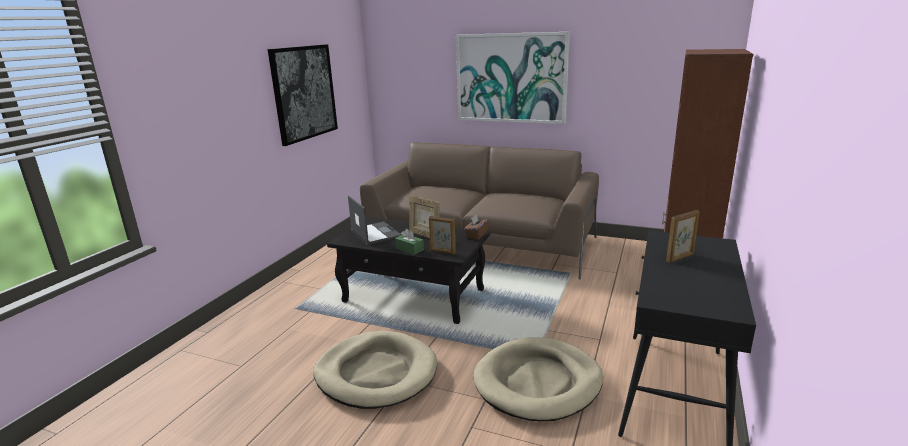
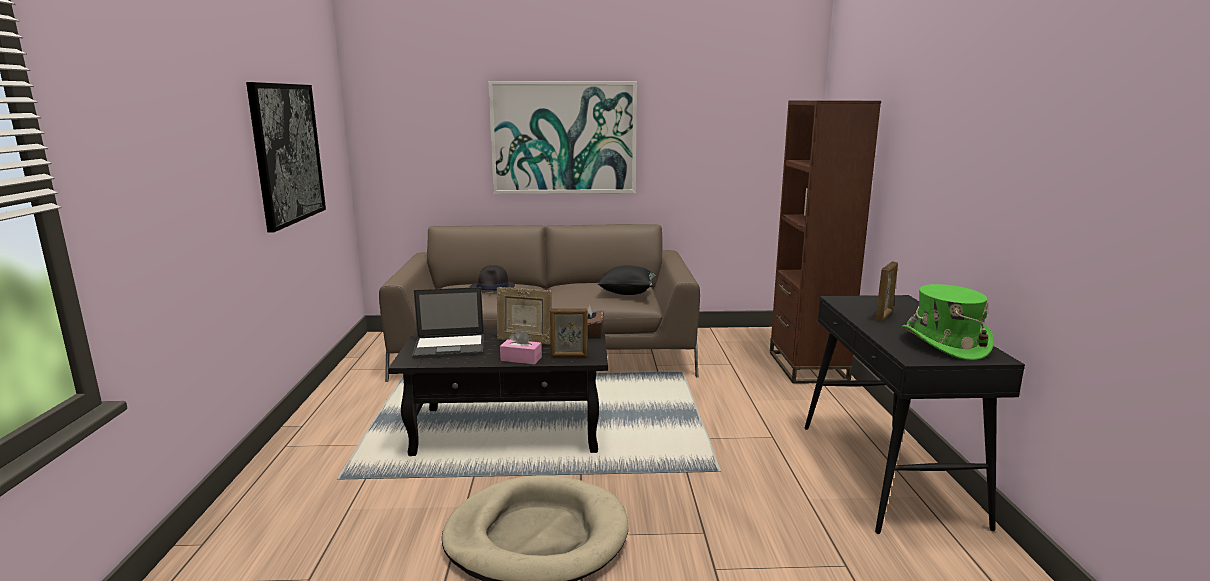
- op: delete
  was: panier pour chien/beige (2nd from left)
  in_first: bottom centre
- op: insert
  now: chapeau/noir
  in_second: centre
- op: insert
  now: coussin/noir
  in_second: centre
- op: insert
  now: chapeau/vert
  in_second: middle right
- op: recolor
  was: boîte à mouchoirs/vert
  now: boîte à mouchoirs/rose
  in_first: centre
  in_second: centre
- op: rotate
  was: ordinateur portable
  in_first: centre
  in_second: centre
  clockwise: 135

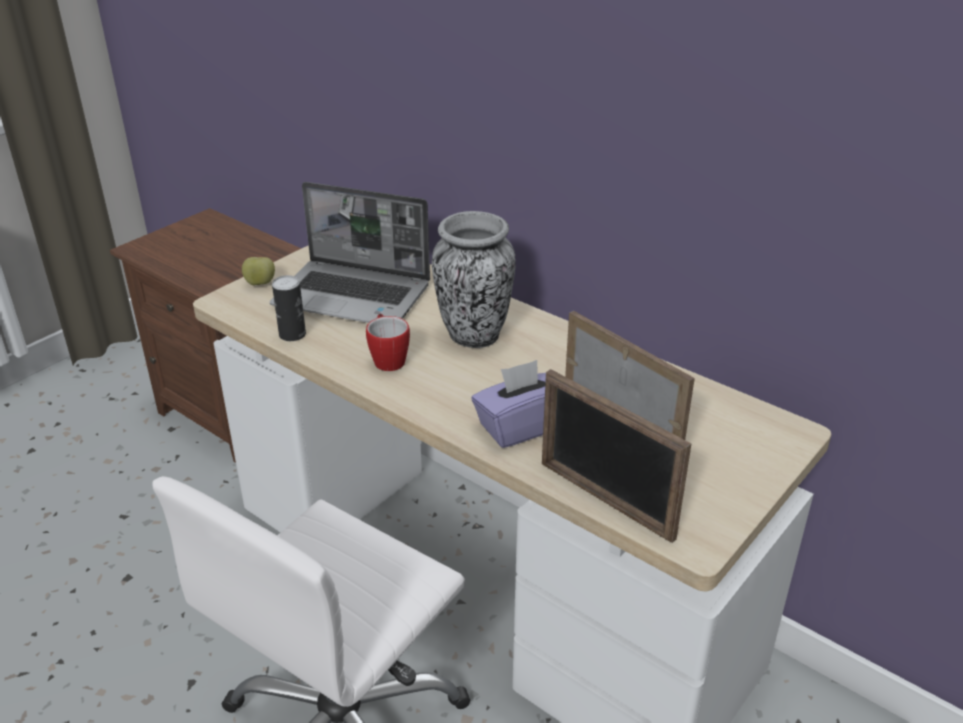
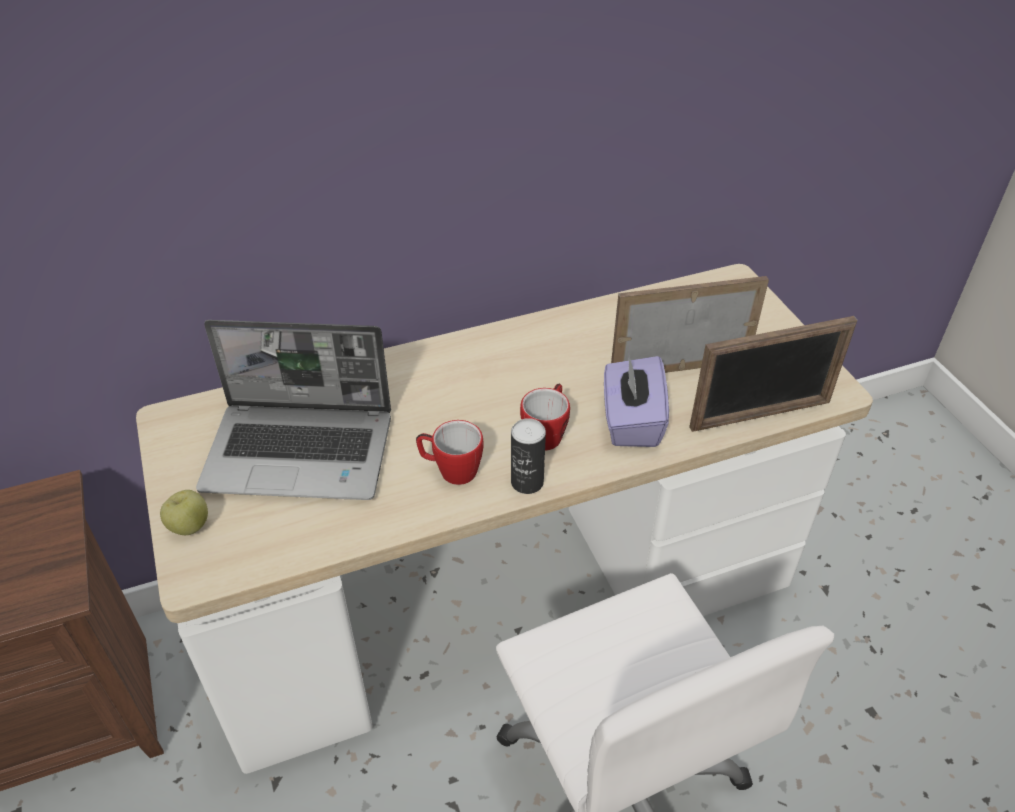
- op: delete
  was: vase
  in_first: centre
- op: insert
  now: mug (2nd from left)
  in_second: centre
- op: move
  was: boîte métallique
  in_first: middle left
  in_second: centre
- op: rotate
  was: ordinateur portable
  in_first: centre
  in_second: middle left
  clockwise: 45

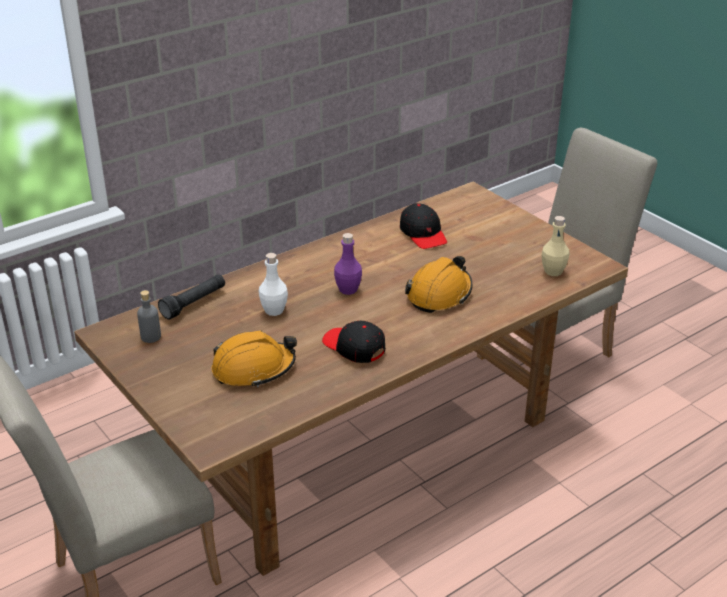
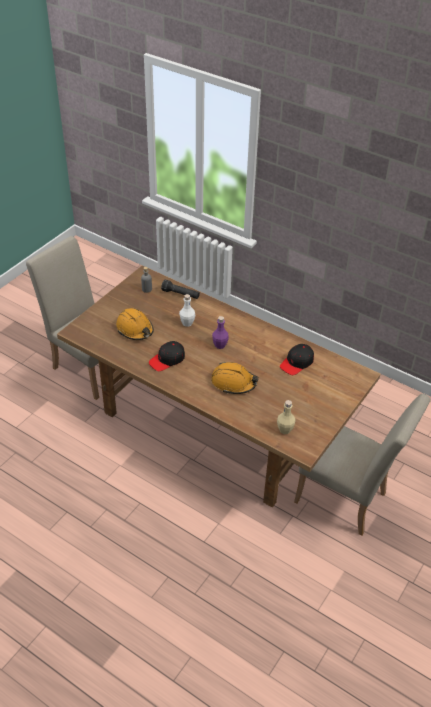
- op: rotate
  was: casquette/noir (1st from left)
  in_first: centre
  in_second: centre
  clockwise: -150

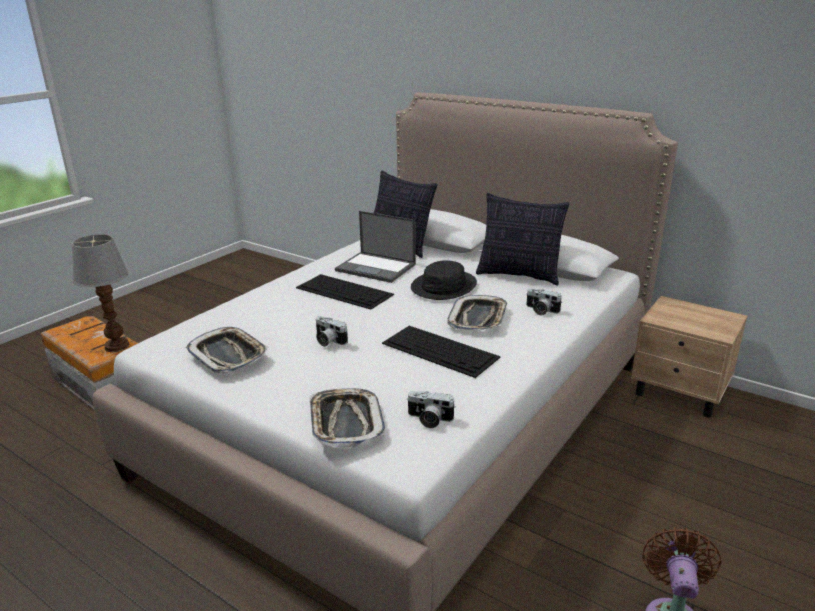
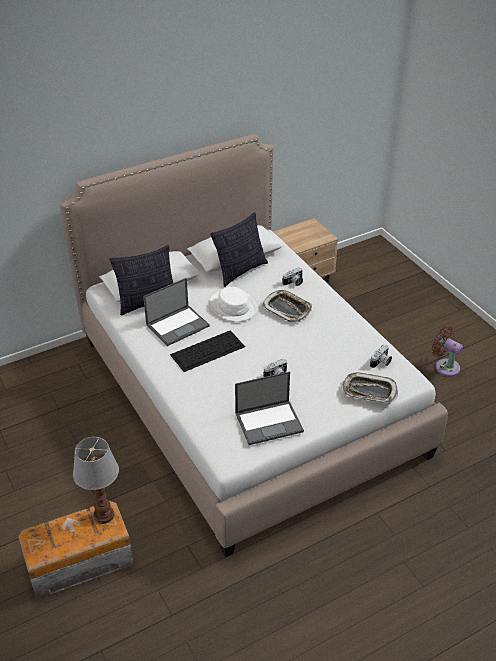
- op: delete
  was: clavier (2nd from left)
  in_first: centre
- op: replace
  was: plateau (1st from left)
  now: ordinateur portable (2nd from left)
  in_first: middle left
  in_second: centre
- op: recolor
  was: chapeau/noir
  now: chapeau/blanc
  in_first: centre
  in_second: centre

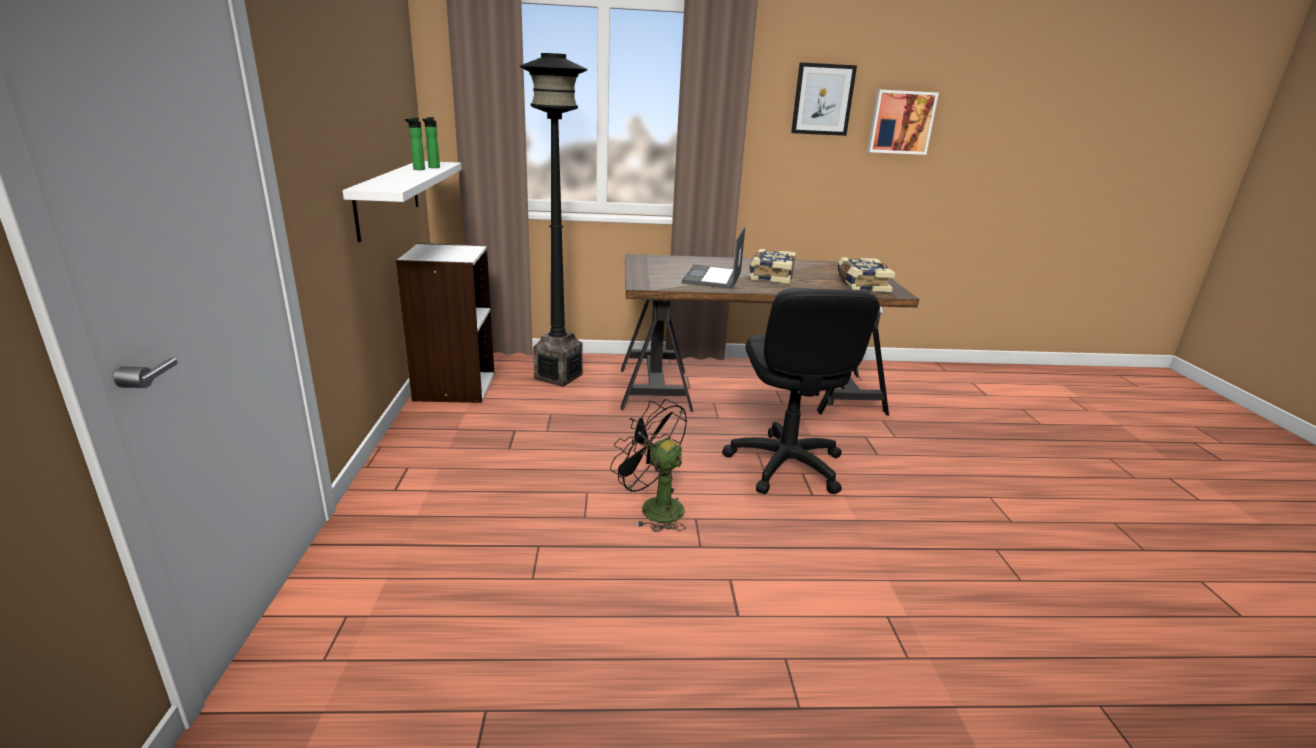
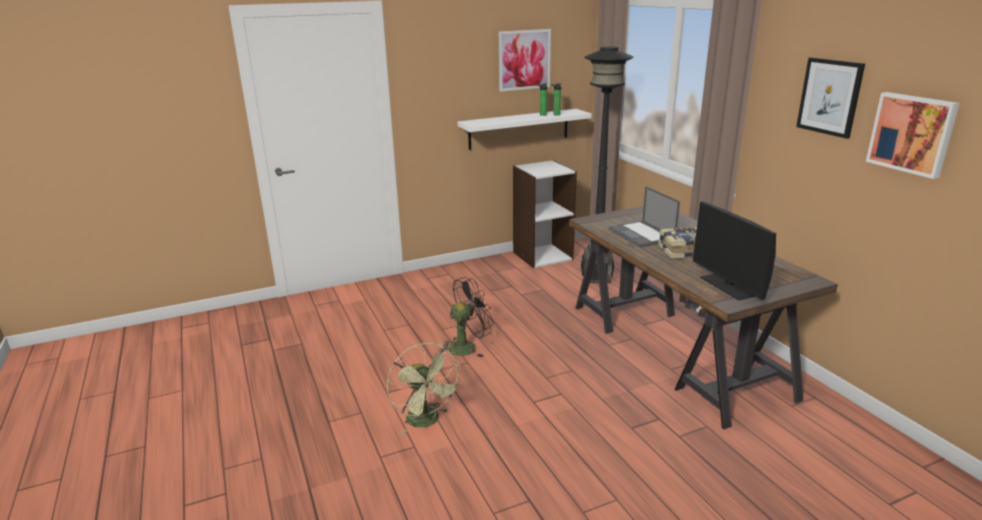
- op: delete
  was: chaise de bureau/noir
  in_first: centre
- op: insert
  now: ventilateur/vert
  in_second: bottom centre
- op: insert
  now: tableau (1st from left)
  in_second: top centre
- op: replace
  was: livre (2nd from left)
  now: écran d'ordinateur
  in_first: centre
  in_second: middle right
- op: rotate
  was: ventilateur/noir
  in_first: centre
  in_second: centre
  clockwise: 45
- op: rotate
  was: ordinateur portable
  in_first: centre
  in_second: centre
  clockwise: -105

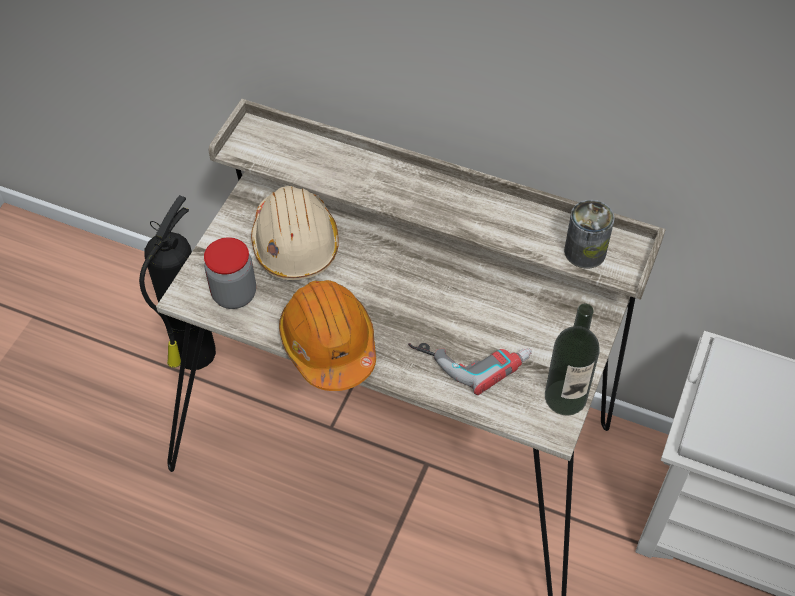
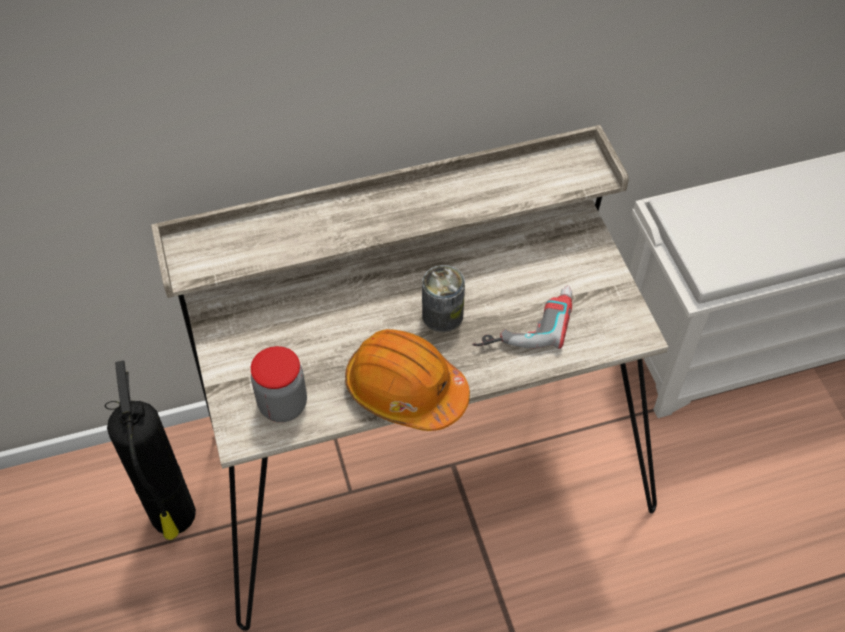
- op: delete
  was: casque de chantier/beige
  in_first: centre
- op: delete
  was: bouteille
  in_first: middle right
- op: move
  was: boîte métallique
  in_first: middle right
  in_second: centre

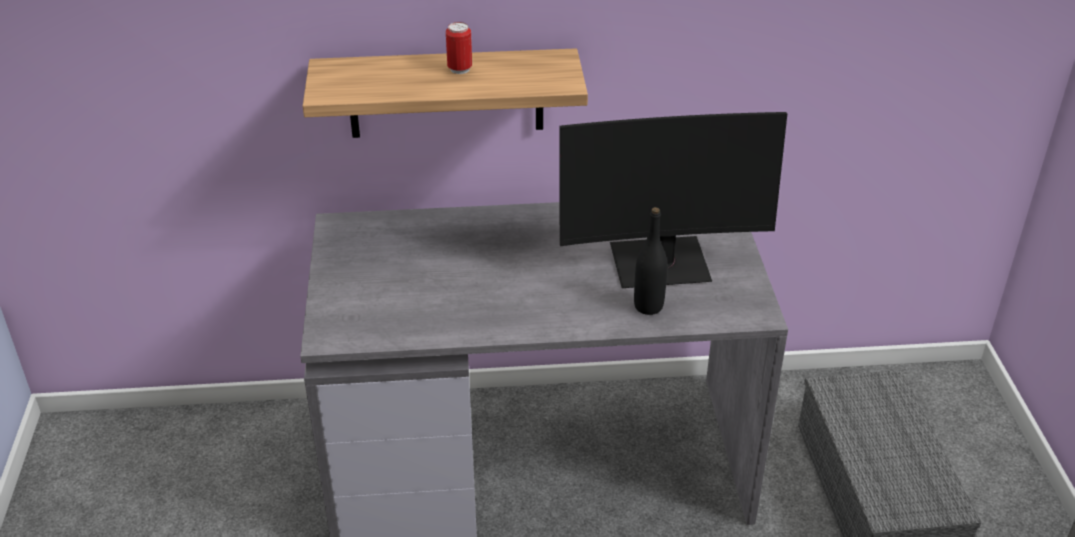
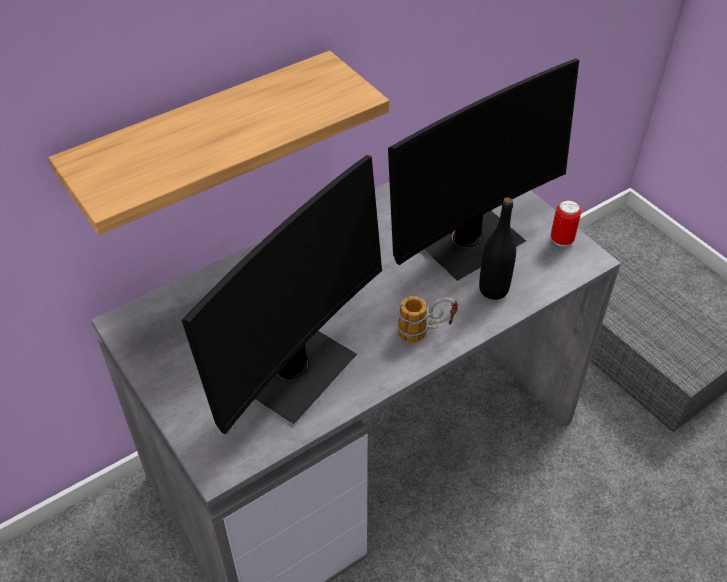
- op: insert
  now: écran d'ordinateur (1st from left)
  in_second: centre
- op: insert
  now: mug
  in_second: centre
- op: move
  was: boîte métallique
  in_first: top centre
  in_second: middle right

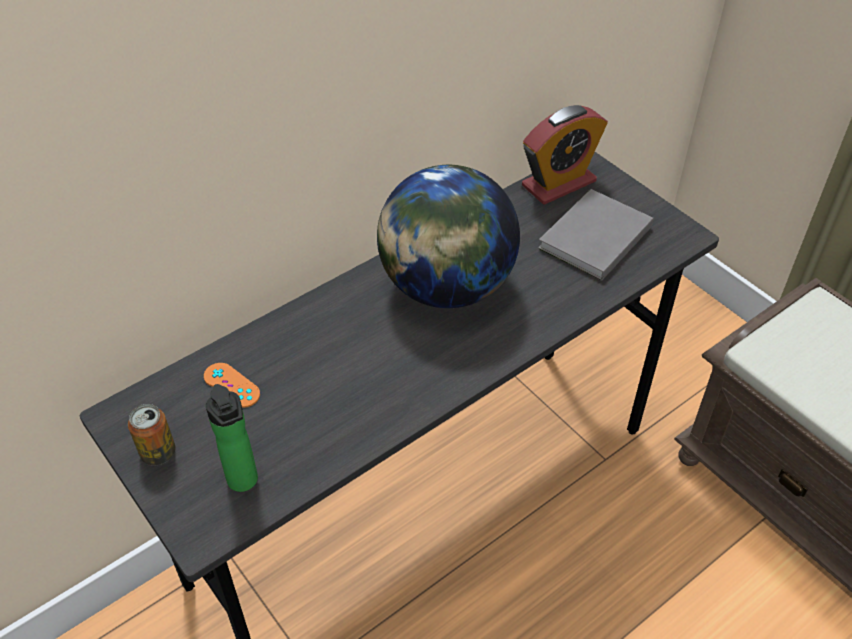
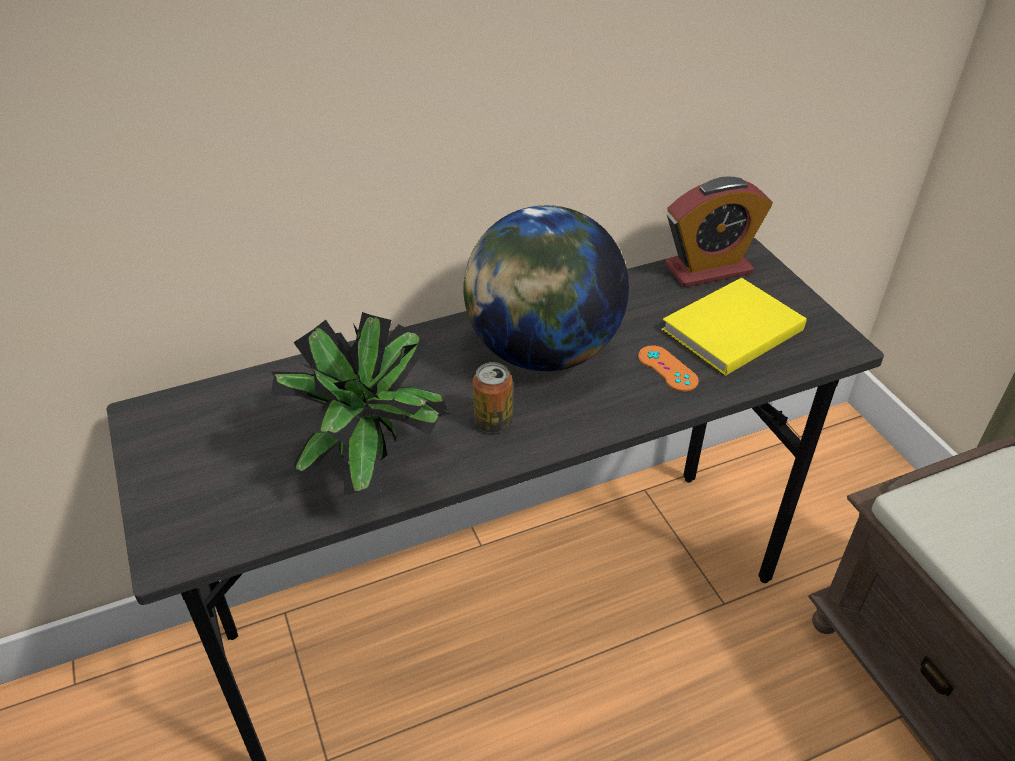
- op: delete
  was: bouteille
  in_first: bottom left
- op: insert
  now: plante en pot
  in_second: centre
- op: move
  was: boîte métallique
  in_first: bottom left
  in_second: centre
- op: move
  was: manette/orange
  in_first: middle left
  in_second: centre
- op: recolor
  was: livre/gris
  now: livre/jaune
  in_first: middle right
  in_second: middle right

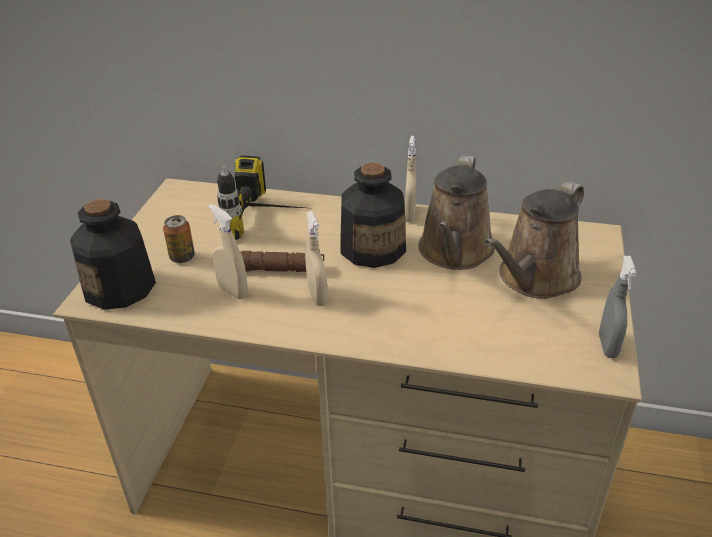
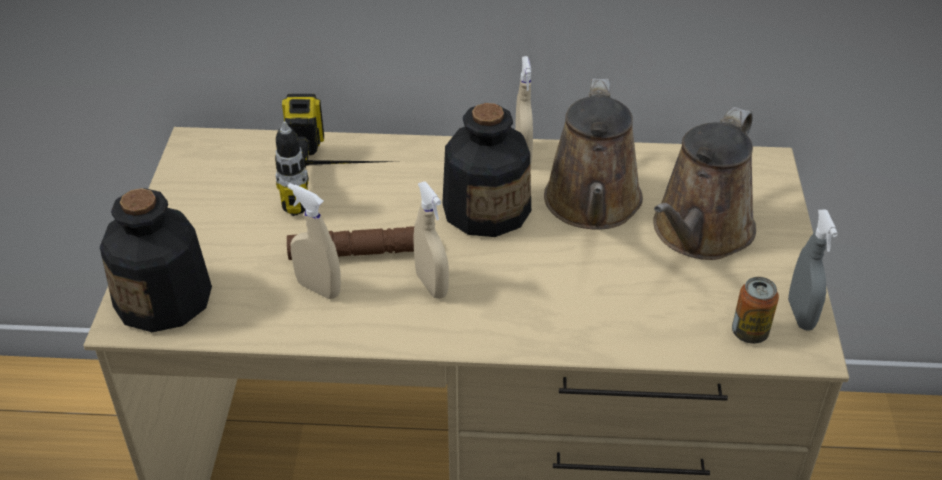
- op: move
  was: boîte métallique
  in_first: middle left
  in_second: middle right

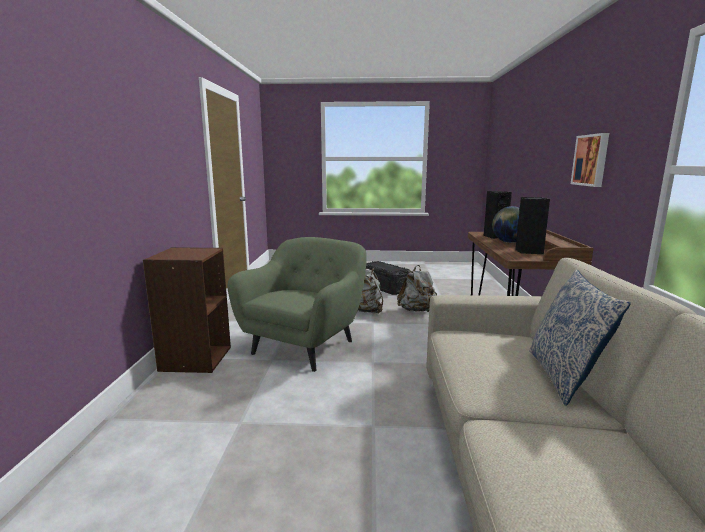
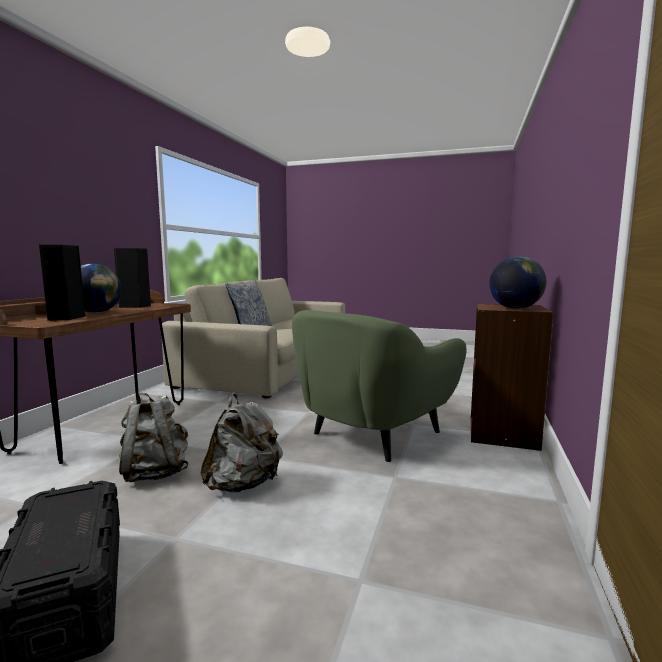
- op: delete
  was: tableau
  in_first: top right
- op: insert
  now: globe (2nd from left)
  in_second: middle right

